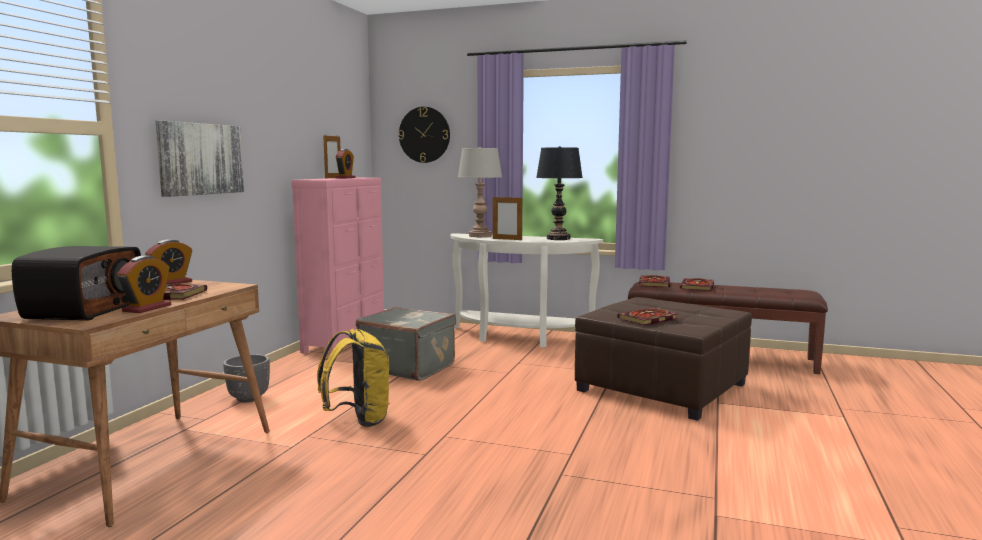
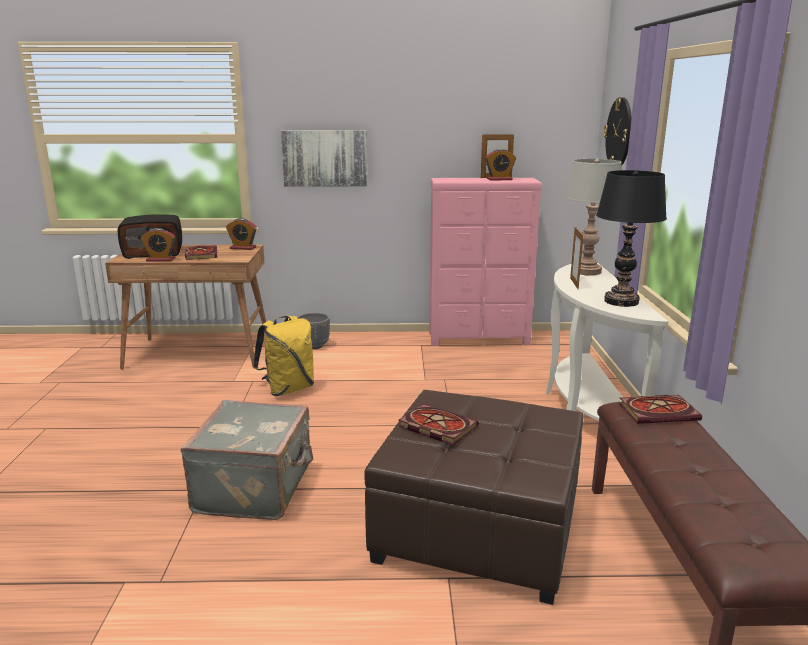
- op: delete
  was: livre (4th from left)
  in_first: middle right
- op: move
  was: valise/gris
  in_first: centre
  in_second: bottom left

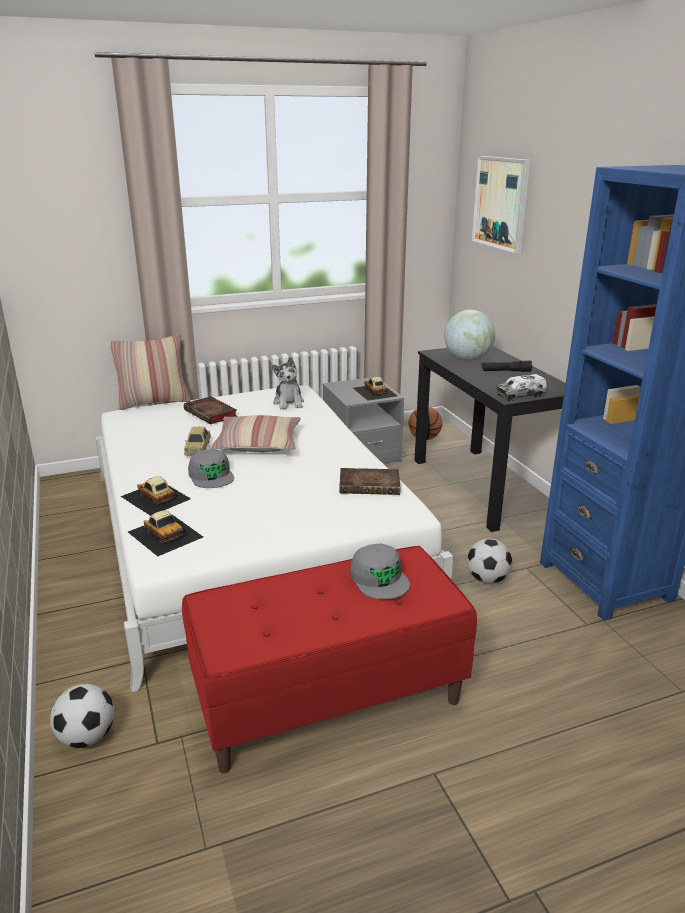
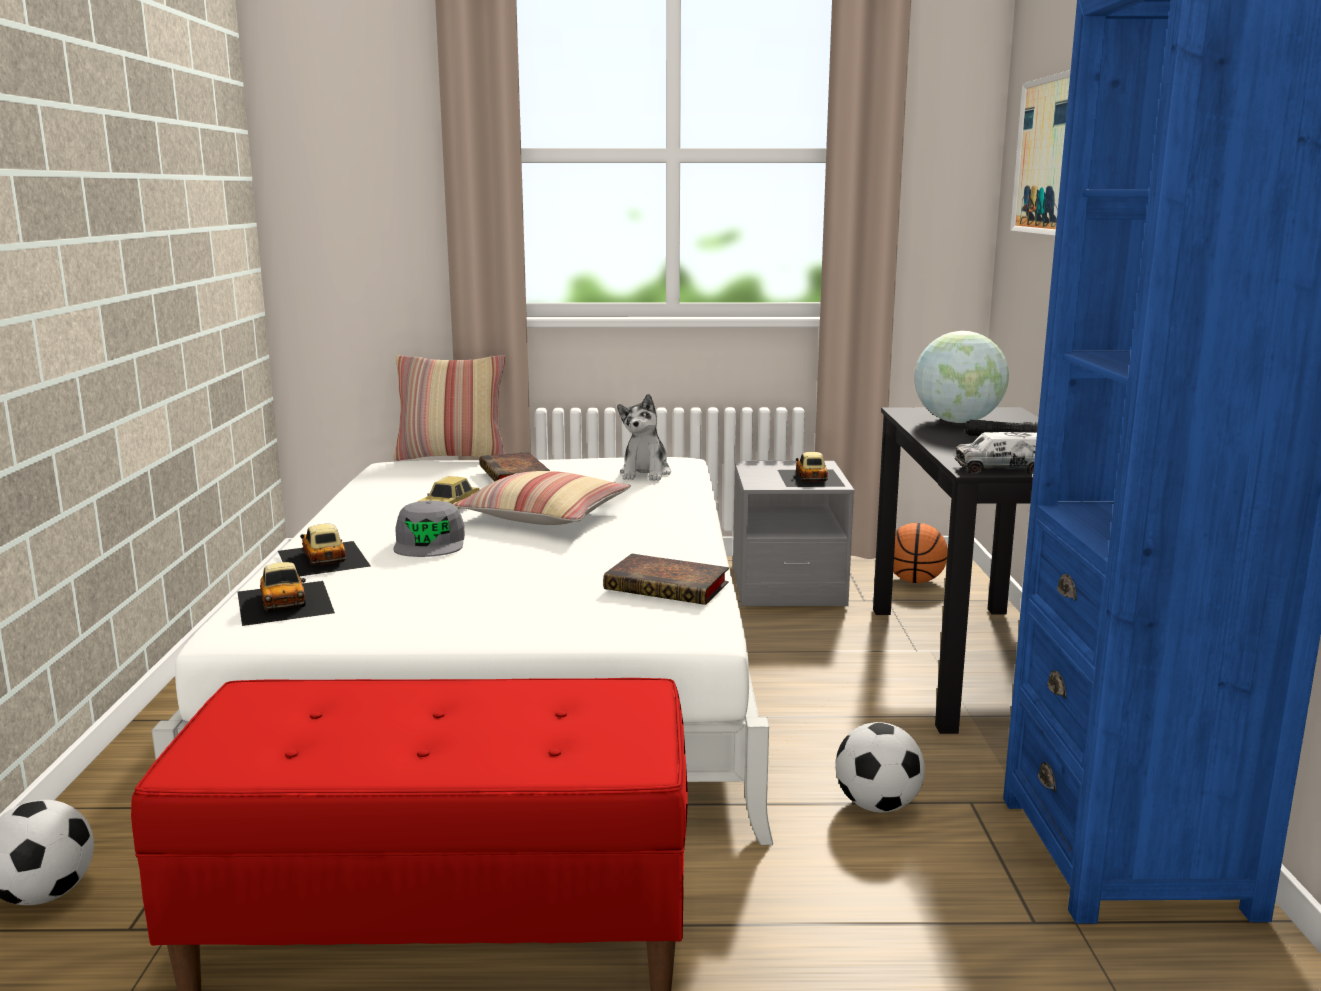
- op: delete
  was: casquette/gris (2nd from left)
  in_first: centre

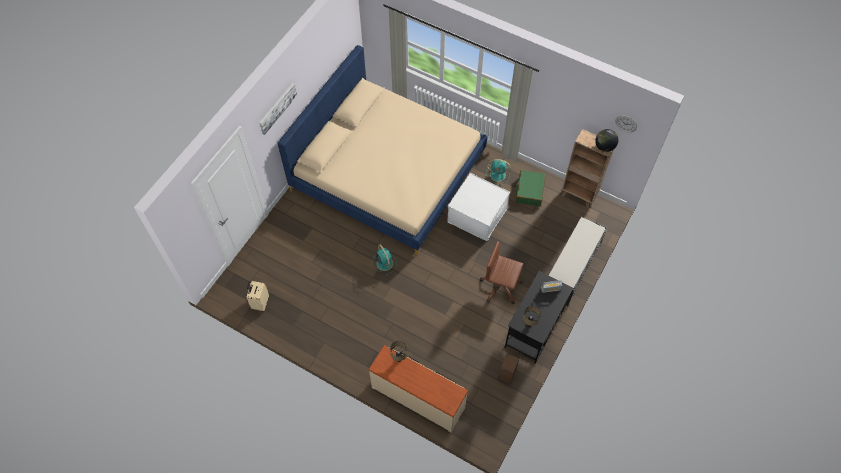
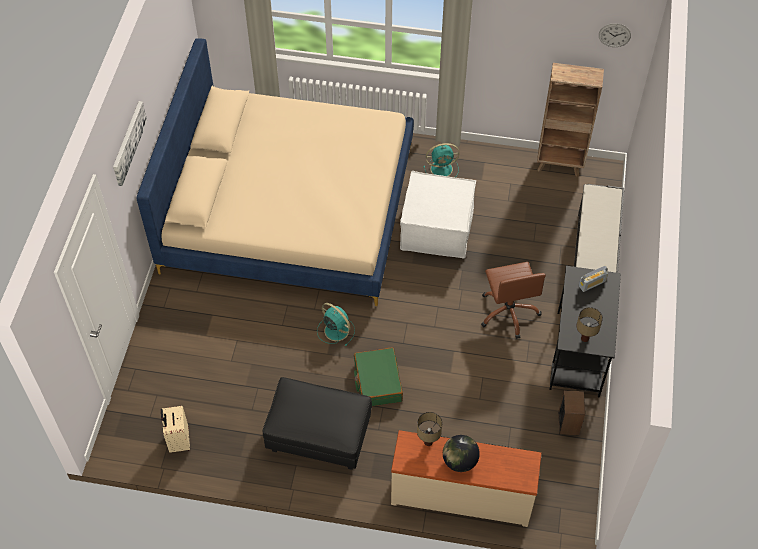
- op: insert
  now: pouf/noir
  in_second: bottom centre
- op: move
  was: valise/vert
  in_first: centre
  in_second: bottom centre
- op: move
  was: globe
  in_first: top right
  in_second: bottom centre
- op: rotate
  was: chaise de bureau/marron
  in_first: centre
  in_second: middle right
  clockwise: -105

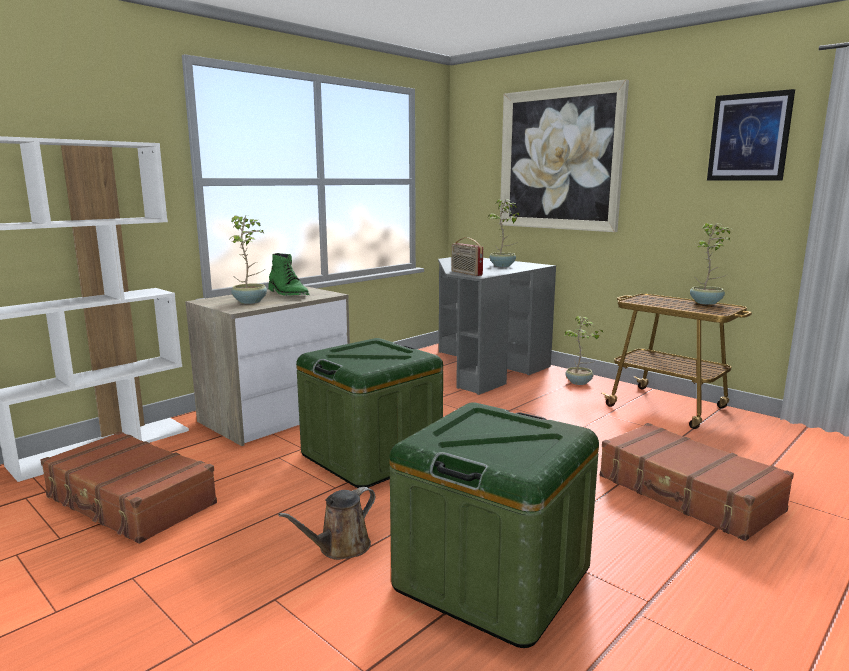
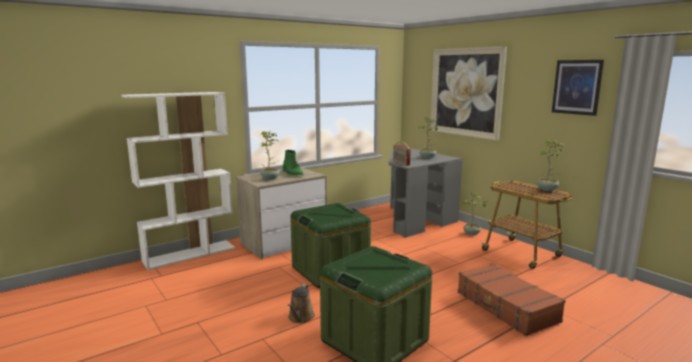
- op: delete
  was: valise/marron (1st from left)
  in_first: bottom left
- op: rotate
  was: arrosoir/marron
  in_first: bottom centre
  in_second: bottom centre
  clockwise: -45

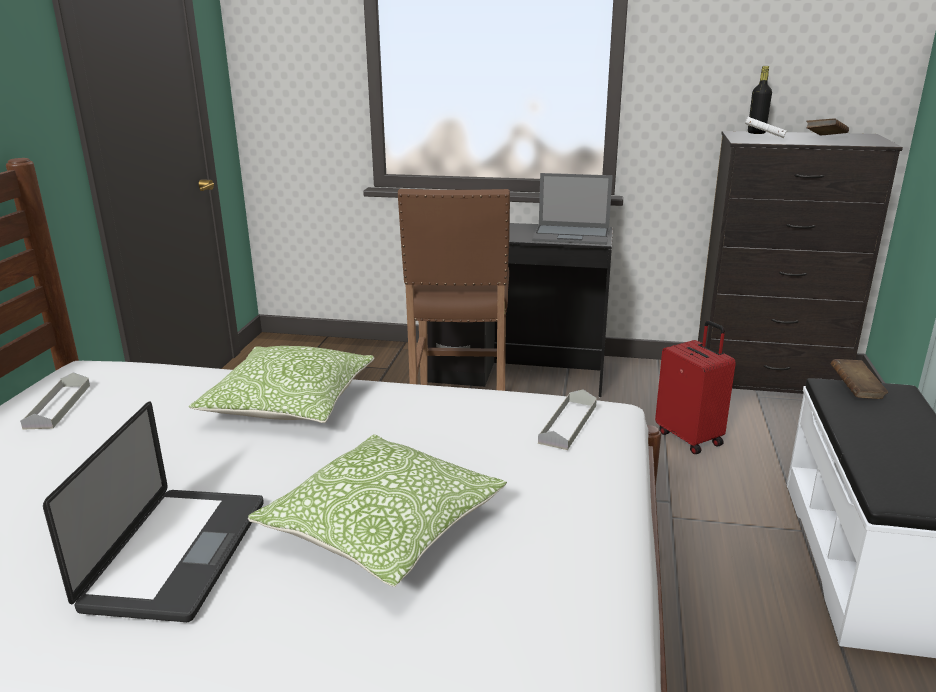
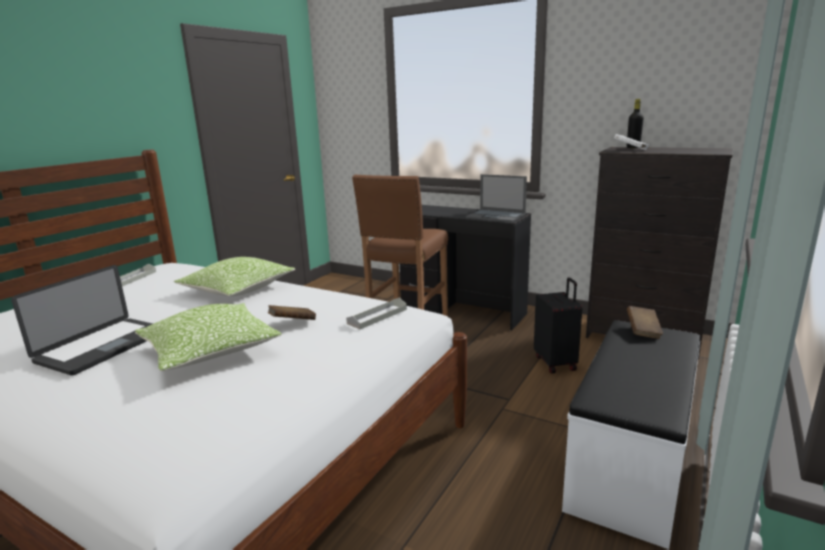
- op: move
  was: livre/marron (1st from left)
  in_first: top right
  in_second: centre
- op: recolor
  was: valise/rouge
  now: valise/noir
  in_first: middle right
  in_second: middle right

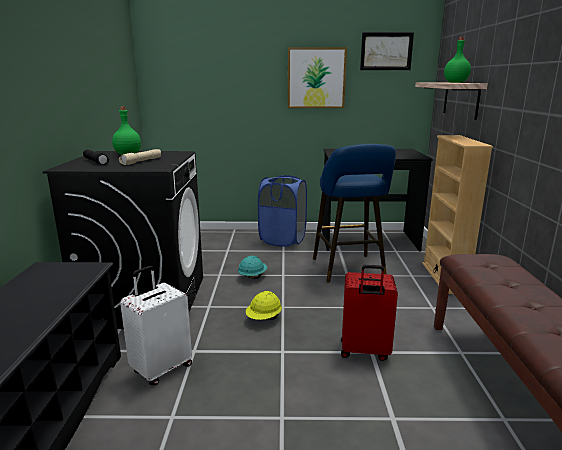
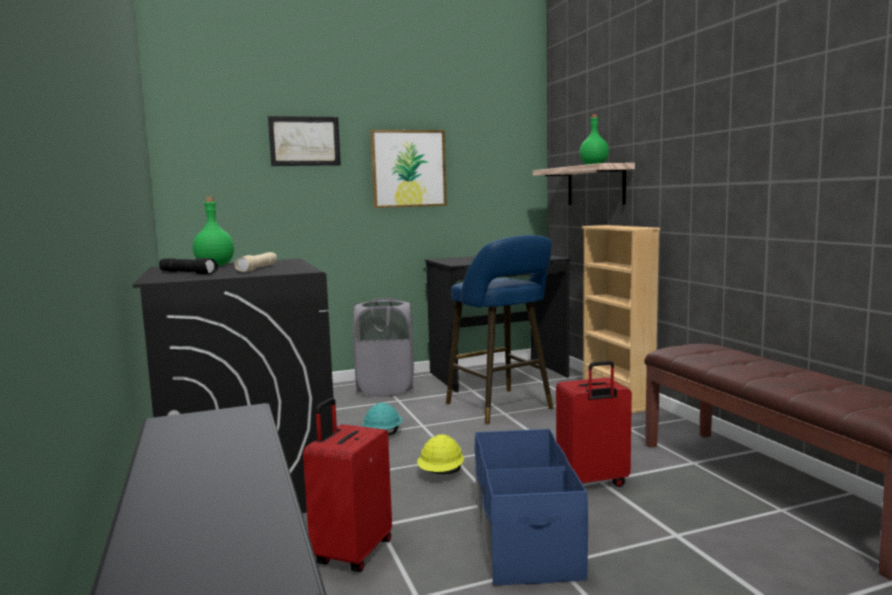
- op: insert
  now: boîte de rangement/bleu
  in_second: bottom centre
- op: move
  was: tableau (2nd from left in the first image)
  now: tableau (1st from left)
  in_first: top right
  in_second: top centre
- op: recolor
  was: valise/blanc
  now: valise/rouge (1st from left)
  in_first: bottom left
  in_second: bottom centre
- op: recolor
  was: panier à linge/bleu
  now: panier à linge/gris
  in_first: centre
  in_second: centre

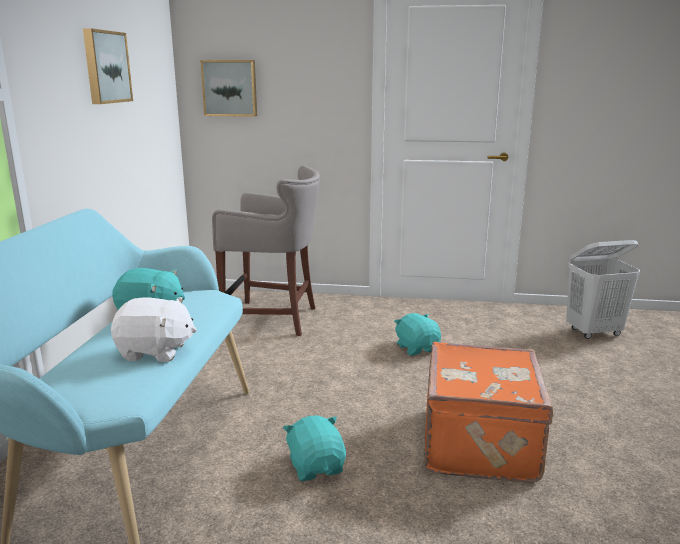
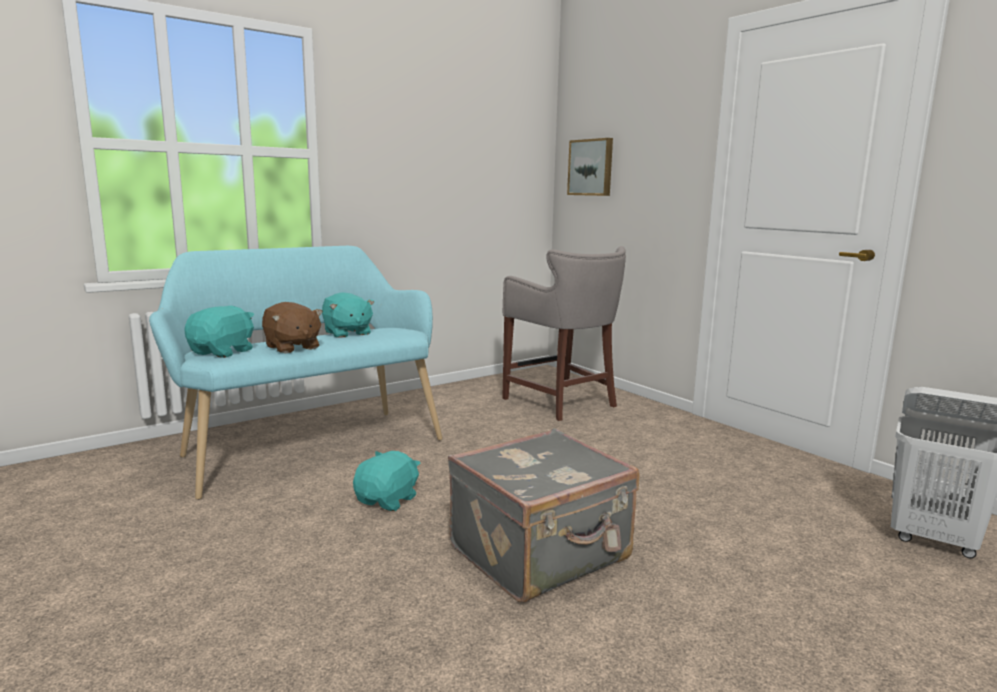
- op: delete
  was: tableau (1st from left)
  in_first: top left
- op: move
  was: peluche/turquoise (3rd from left in the first image)
  now: peluche/turquoise (1st from left)
  in_first: centre
  in_second: middle left
- op: recolor
  was: peluche/blanc
  now: peluche/marron
  in_first: middle left
  in_second: middle left
- op: recolor
  was: valise/orange
  now: valise/gris
  in_first: bottom right
  in_second: bottom centre

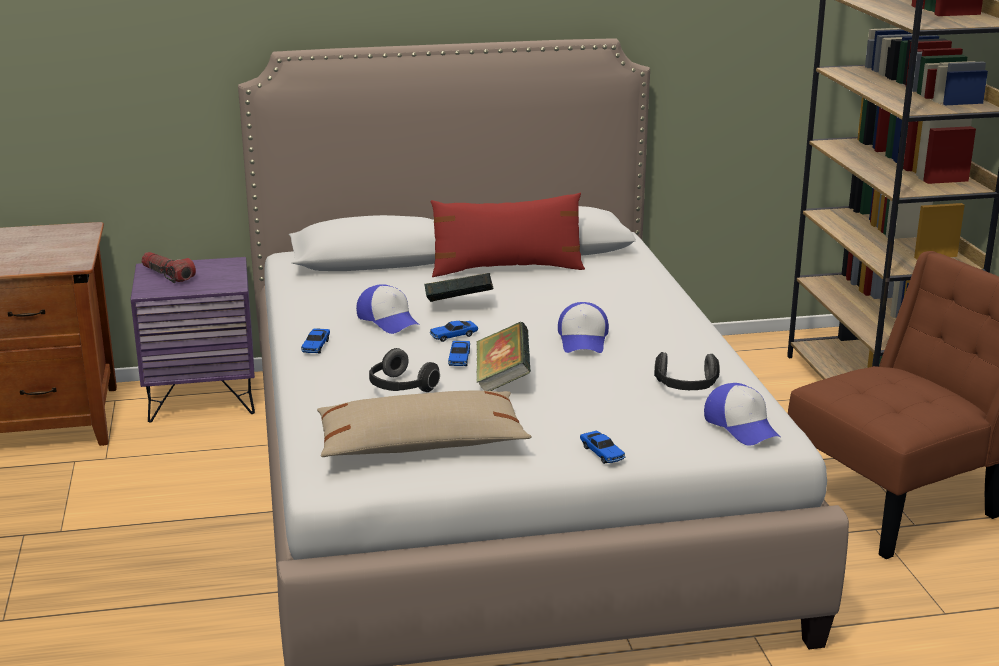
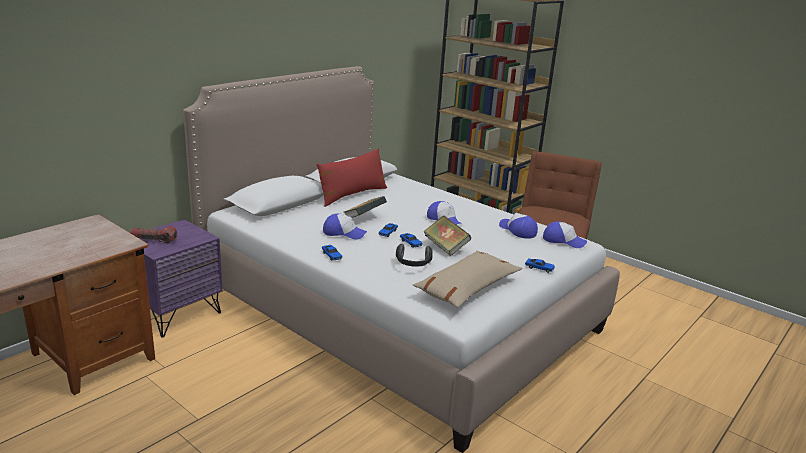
- op: replace
  was: casque audio (2nd from left)
  now: casquette (3rd from left)
  in_first: middle right
  in_second: centre

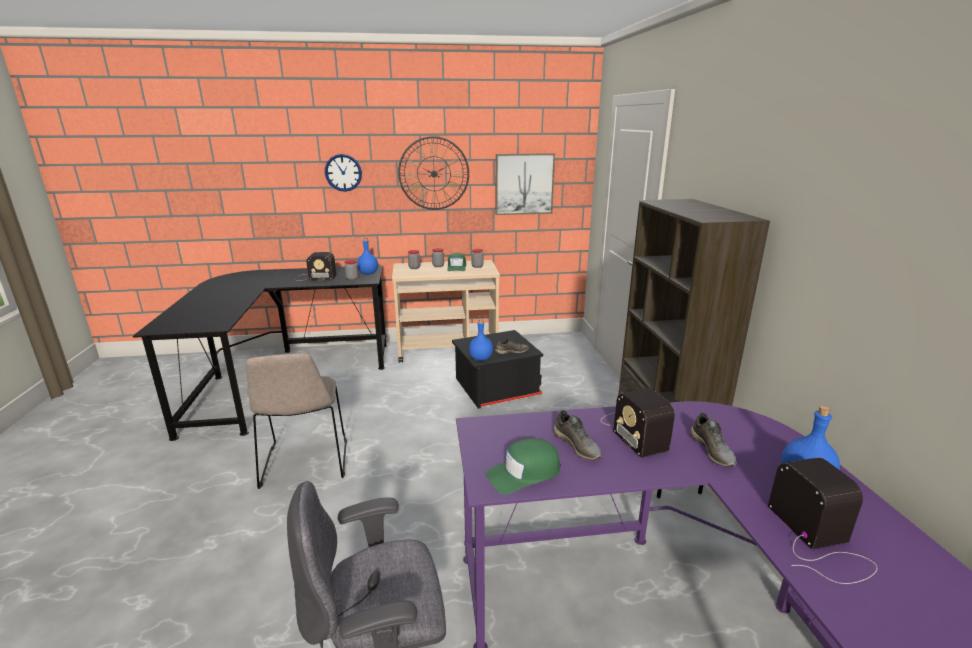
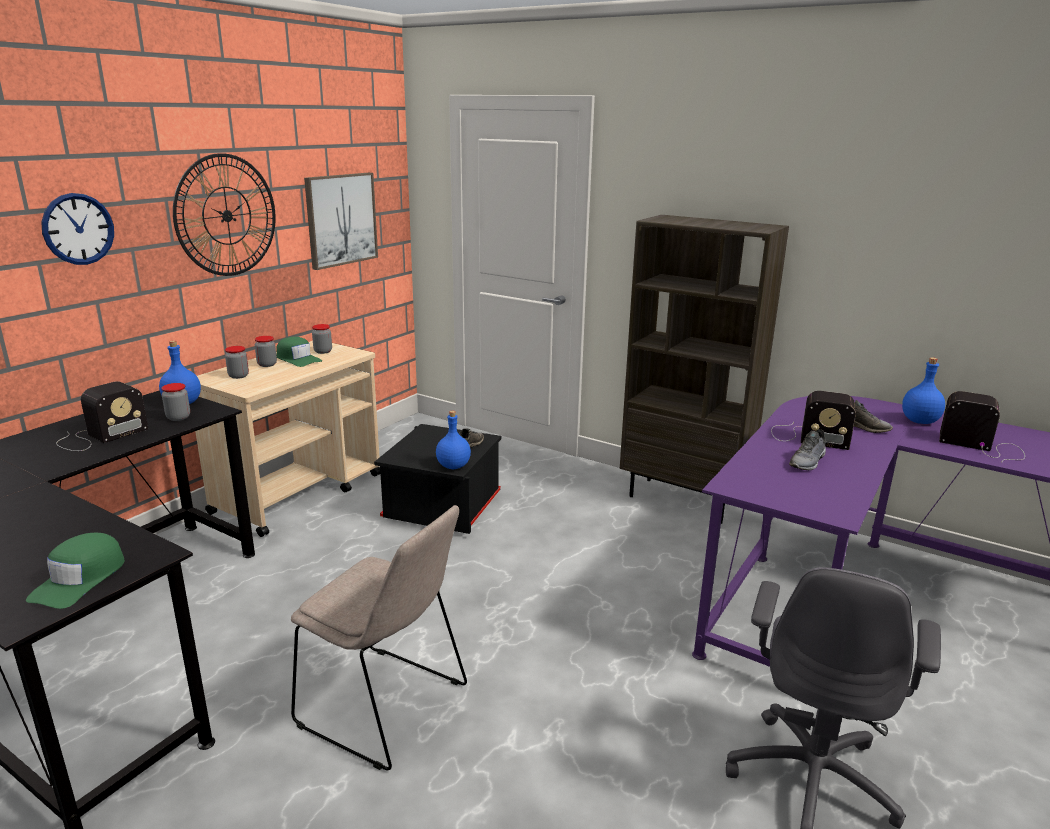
- op: move
  was: casquette/vert (2nd from left in the first image)
  now: casquette/vert (1st from left)
  in_first: bottom centre
  in_second: bottom left
- op: rotate
  was: chaussure/gris (2nd from left)
  in_first: bottom centre
  in_second: middle right
  clockwise: 120

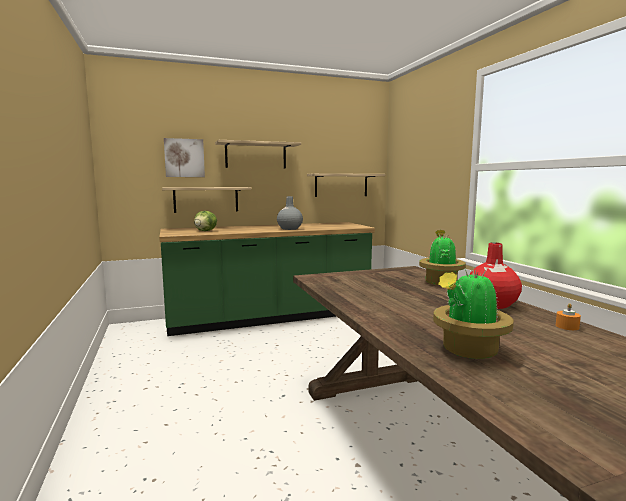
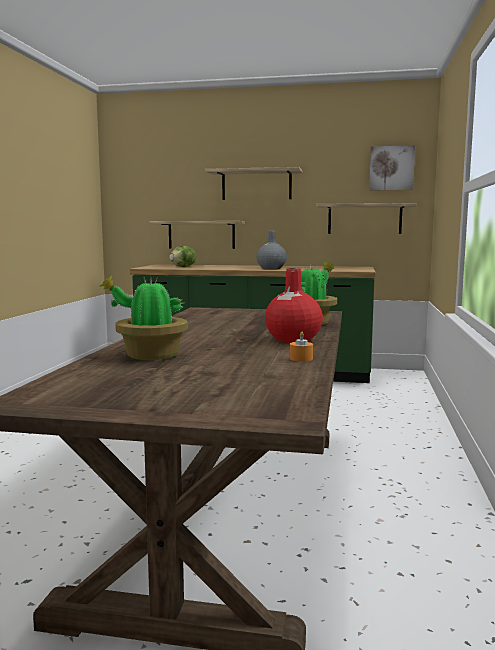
- op: move
  was: tableau
  in_first: top left
  in_second: top right

